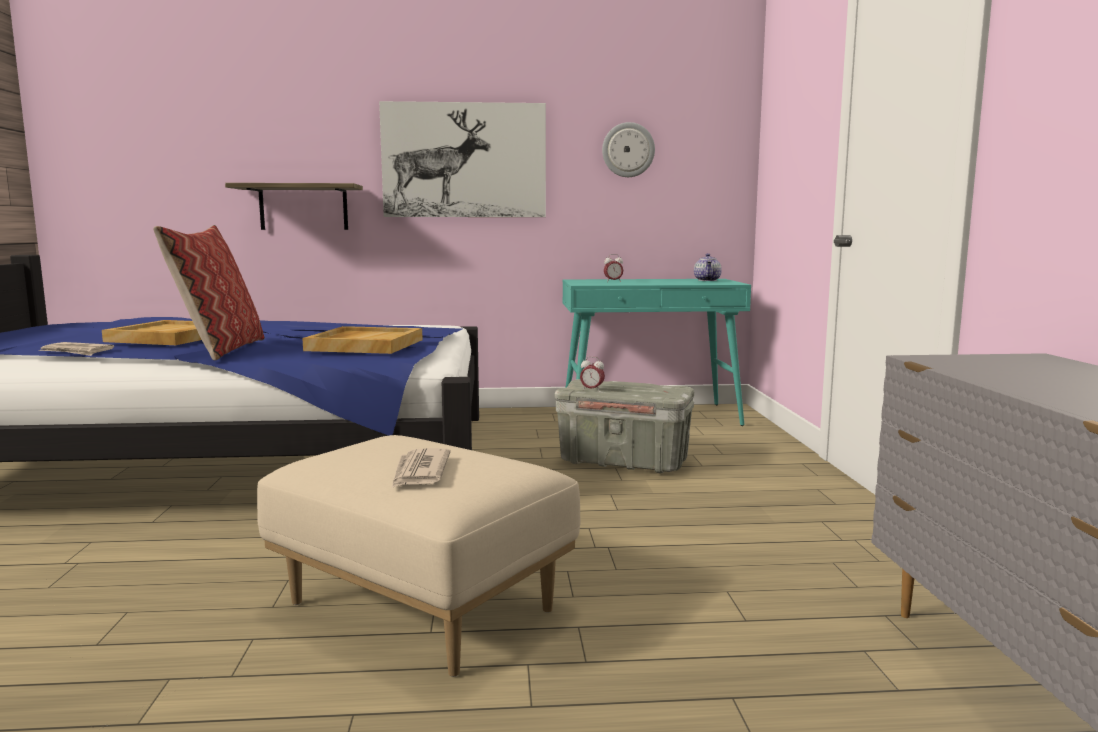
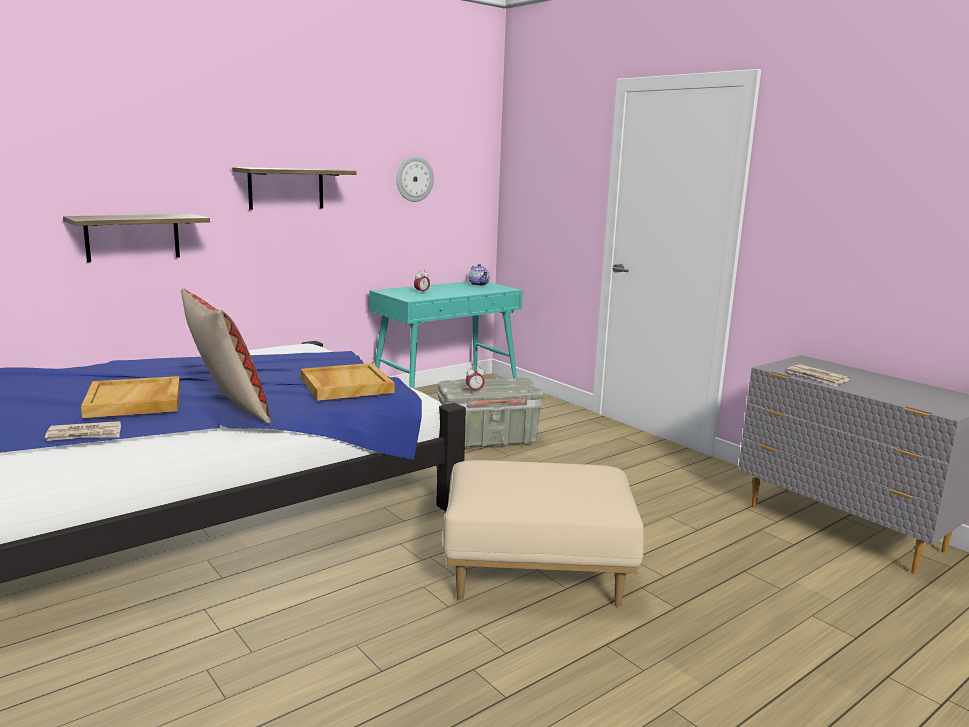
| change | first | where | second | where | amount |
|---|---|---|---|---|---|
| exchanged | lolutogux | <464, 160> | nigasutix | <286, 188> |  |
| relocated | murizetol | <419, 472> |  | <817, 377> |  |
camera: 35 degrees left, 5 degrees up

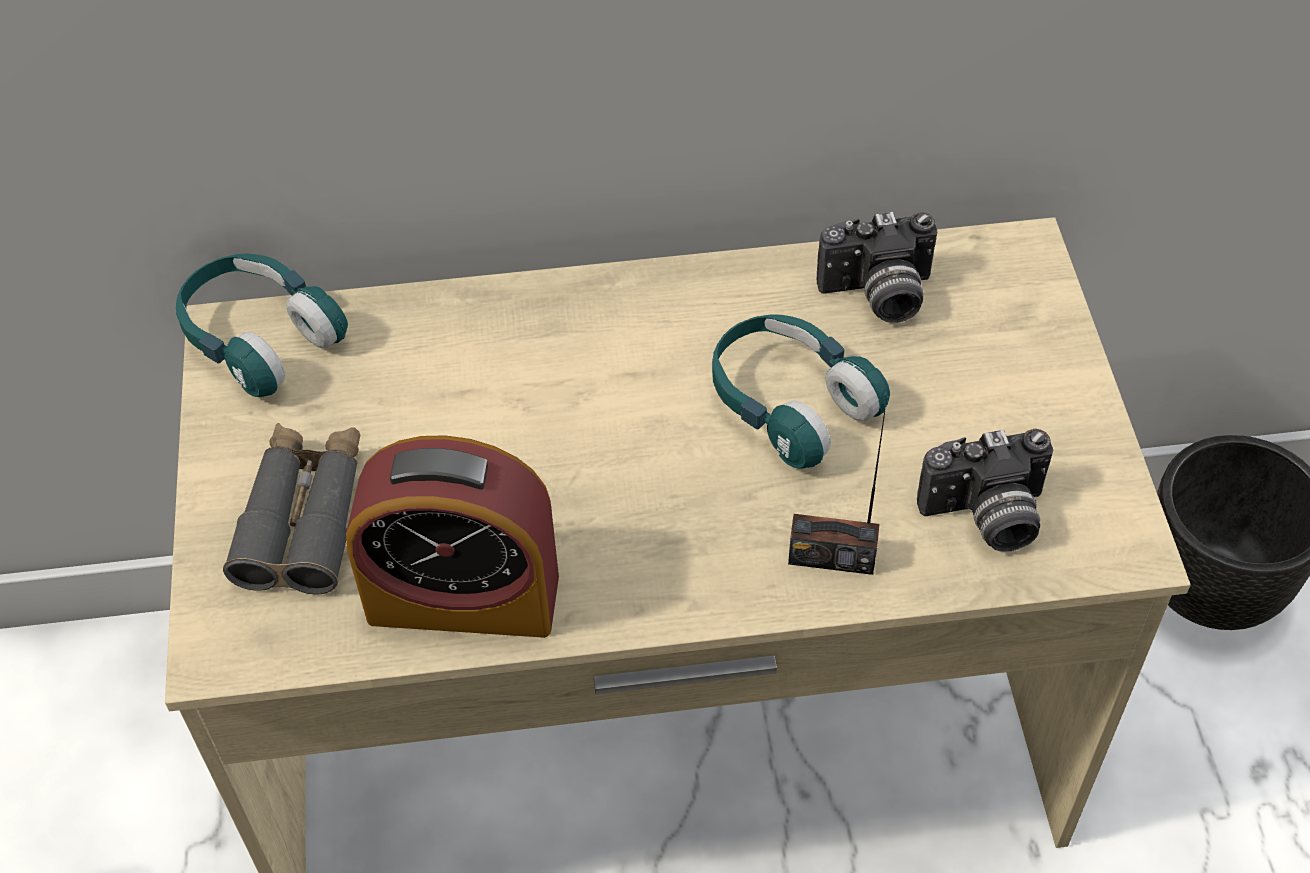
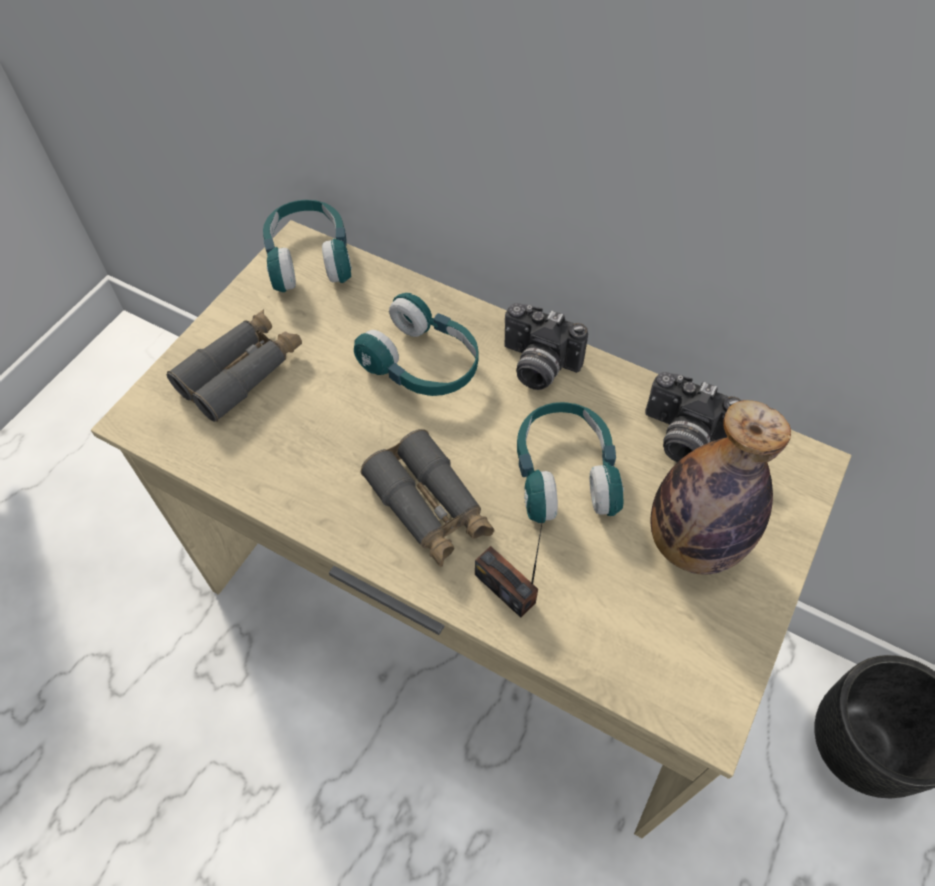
| change | first | where | second | where | amount |
|---|---|---|---|---|---|
| appeared |  |  | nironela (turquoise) | <422, 364> |  |
| appeared |  |  | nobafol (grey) | <430, 507> |  |
| relocated | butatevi | <986, 518> |  | <537, 366> |  |
| appeared |  |  | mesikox | <692, 543> |  |
| missing | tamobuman | <463, 597> |  |  |  |
camera: 35 degrees right, 5 degrees up

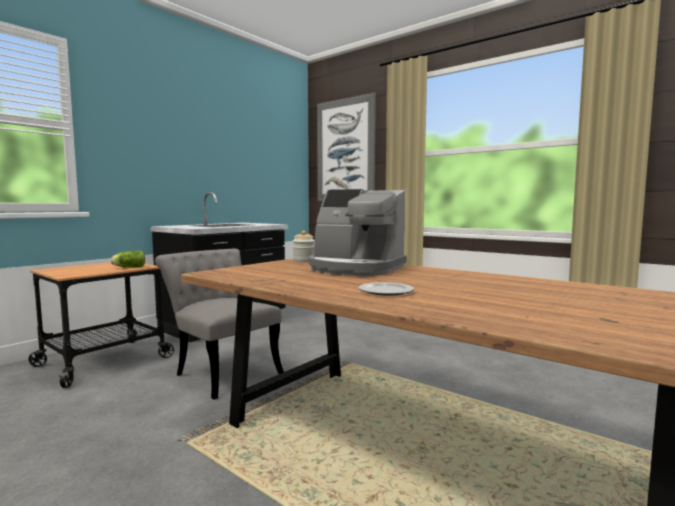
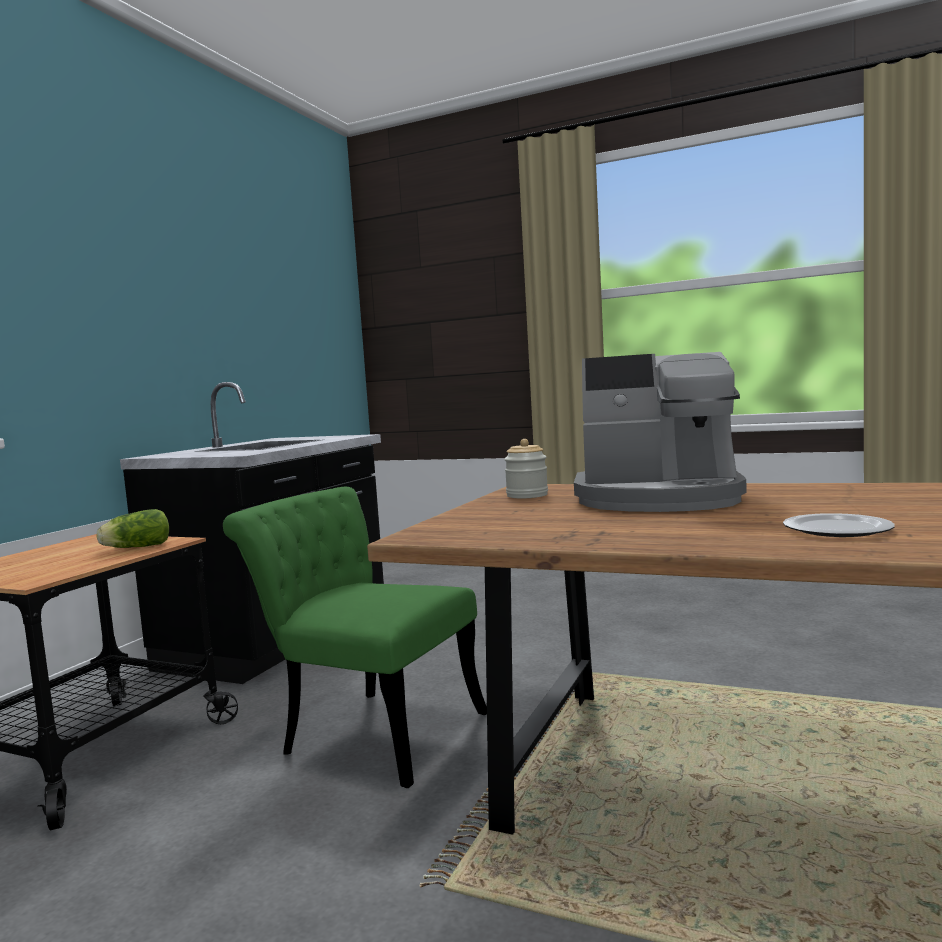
| change | first | where | second | where | amount |
|---|---|---|---|---|---|
| colour | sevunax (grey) | <222, 372> | sevunax (green) | <368, 730> |  |
| missing | lolutogux | <345, 150> |  |  |  |
camera: 15 degrees left, 0 degrees up

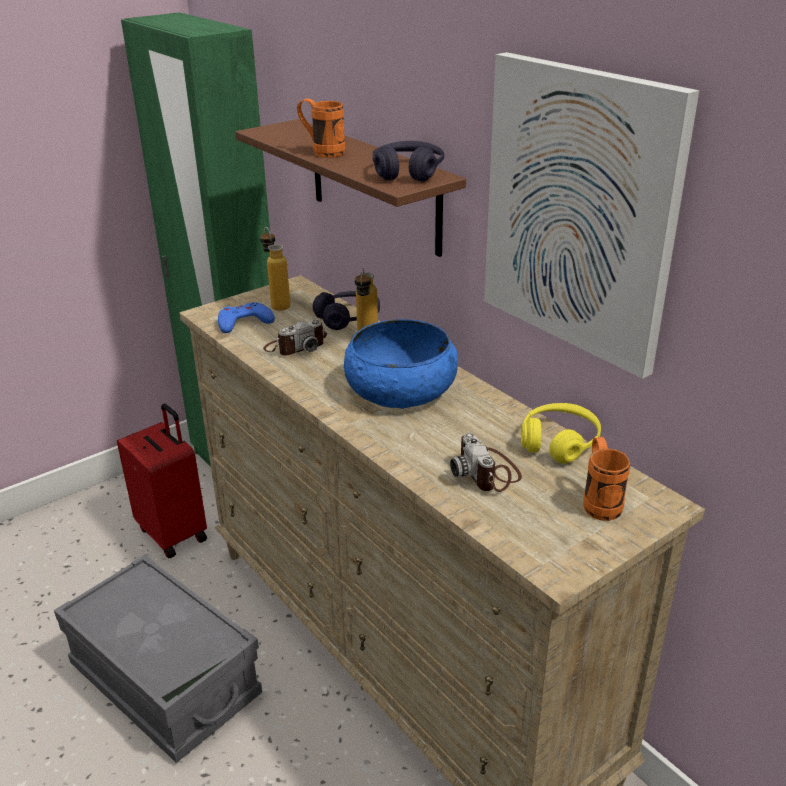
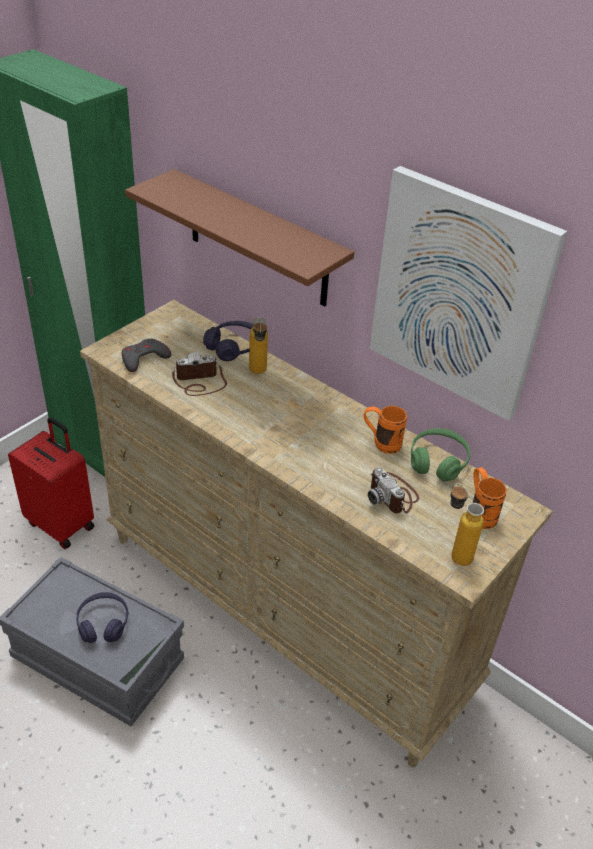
| change | first | where | second | where | amount |
|---|---|---|---|---|---|
| relocated | nironela (purple) | <407, 172> |  | <103, 623> |  |
| colour | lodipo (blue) | <244, 322> | lodipo (grey) | <144, 358> |  |
| spun | butatevi | <295, 346> |  | <199, 382> | 150 degrees counterclockwise |
| relocated | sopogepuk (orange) | <322, 152> |  | <381, 443> |  |
| colour | nironela (yellow) | <559, 442> | nironela (green) | <438, 461> |  |
| relocated | mesikox | <277, 304> |  | <454, 553> |  |
| missing | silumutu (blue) | <401, 389> |  |  |  |
camera: 15 degrees left, 10 degrees up

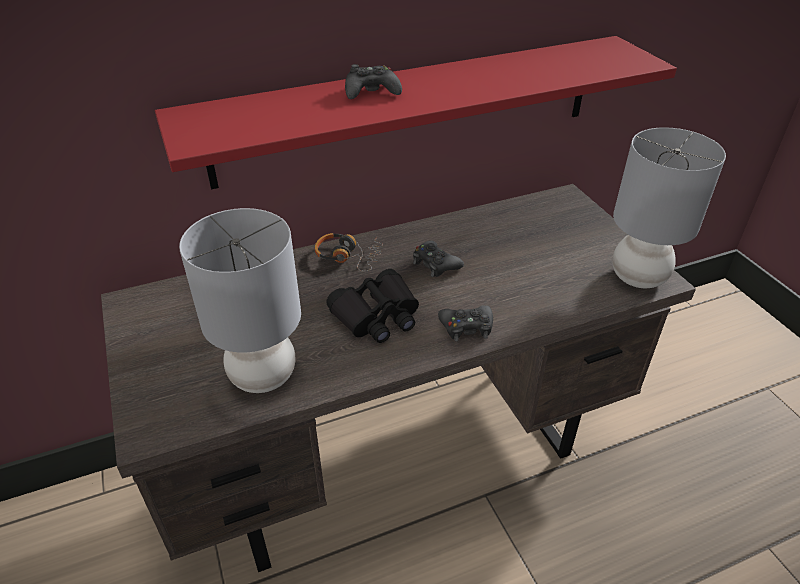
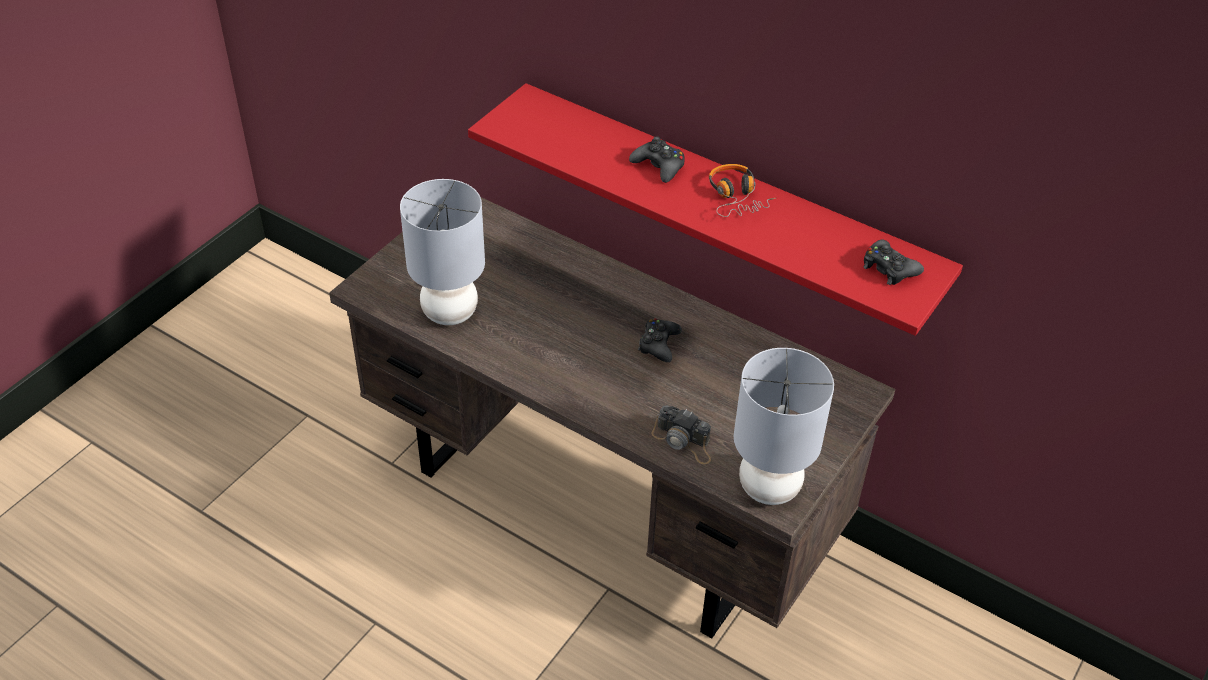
| change | first | where | second | where | amount |
|---|---|---|---|---|---|
| appeared |  |  | butatevi | <683, 442> |  |
| relocated | nironela | <348, 256> |  | <736, 197> |  |
| relocated | lodipo (black) | <466, 327> |  | <889, 268> |  |
| missing | nobafol (black) | <377, 316> |  |  |  |
camera: 55 degrees right, 5 degrees up

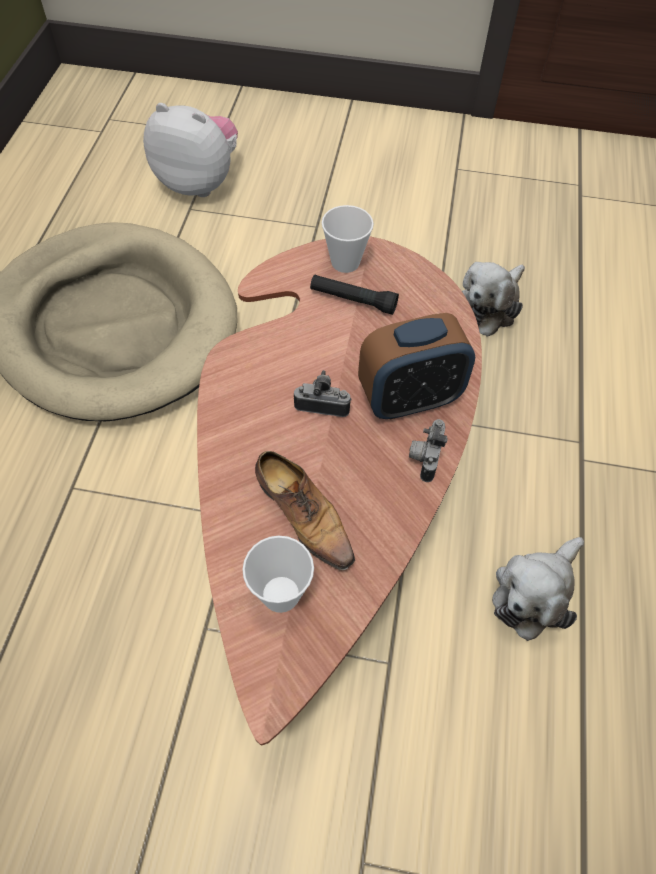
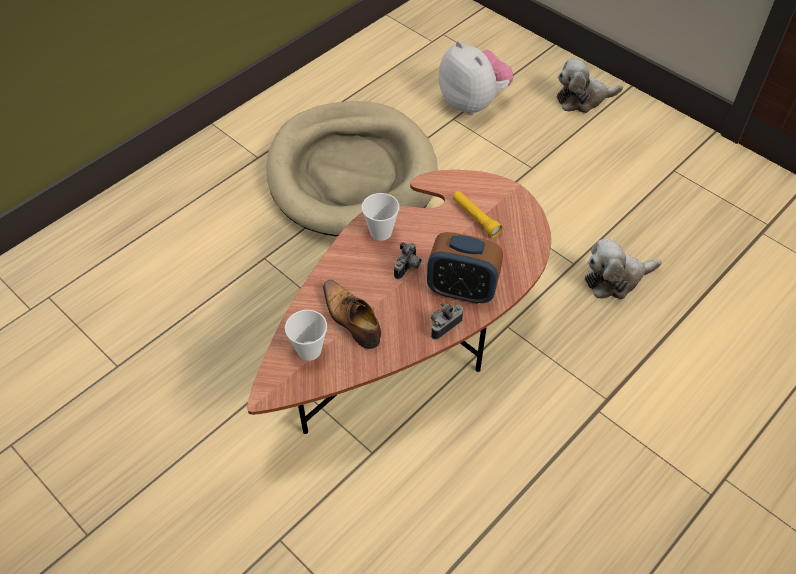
| change | first | where | second | where | amount |
|---|---|---|---|---|---|
| spun | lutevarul | <303, 515> |  | <351, 319> | 150 degrees clockwise |
| relocated | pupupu | <345, 262> |  | <381, 232> |  |
| spun | butatevi | <322, 404> |  | <408, 268> | 75 degrees clockwise |
| colour | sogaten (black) | <353, 300> | sogaten (yellow) | <475, 218> |  |
| relocated | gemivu | <534, 592> |  | <583, 99> |  |
camera: 35 degrees right, 5 degrees down

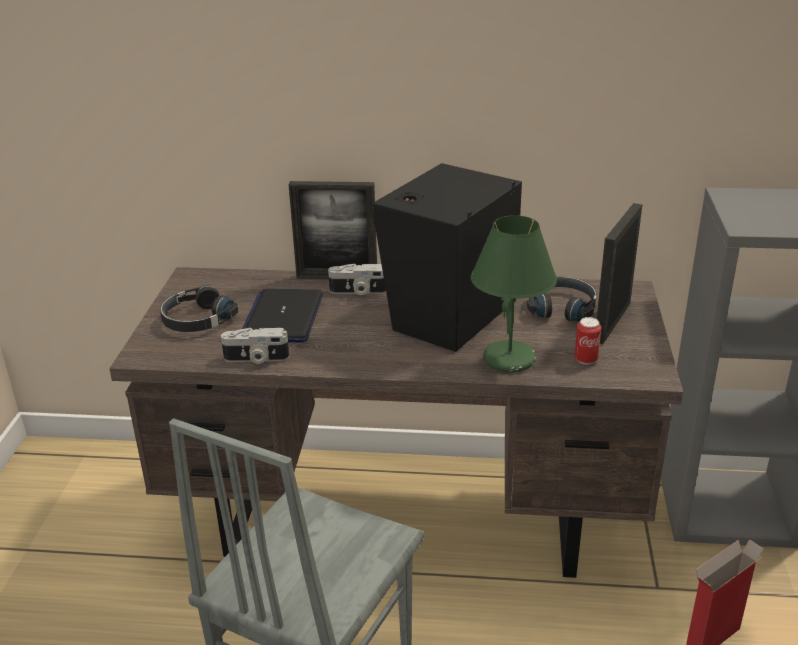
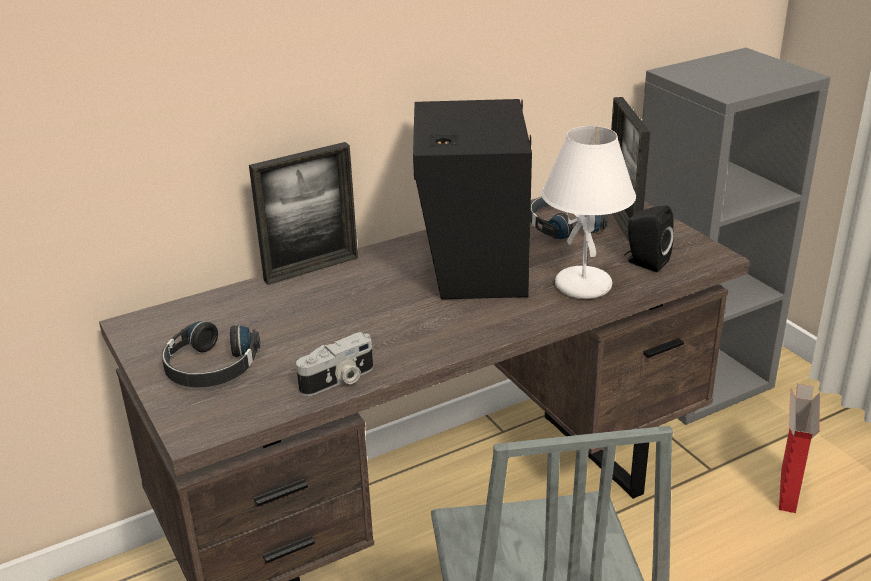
| change | first | where | second | where | amount |
|---|---|---|---|---|---|
| colour | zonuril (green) | <510, 359> | zonuril (white) | <584, 286> |  |
| exchanged | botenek | <585, 360> | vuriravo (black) | <645, 262> |  |
| missing | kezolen | <283, 317> |  |  |  |
| missing | butatevi | <358, 292> |  |  |  |
camera: 35 degrees left, 0 degrees up

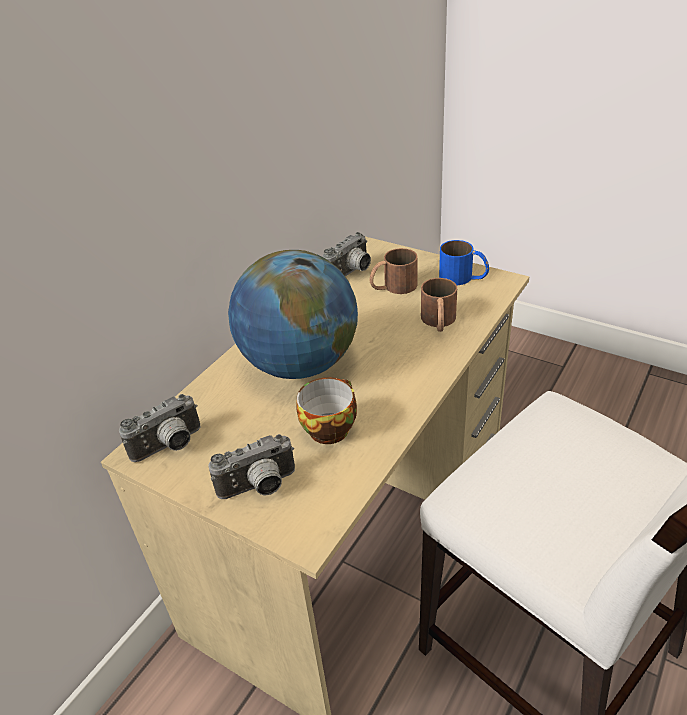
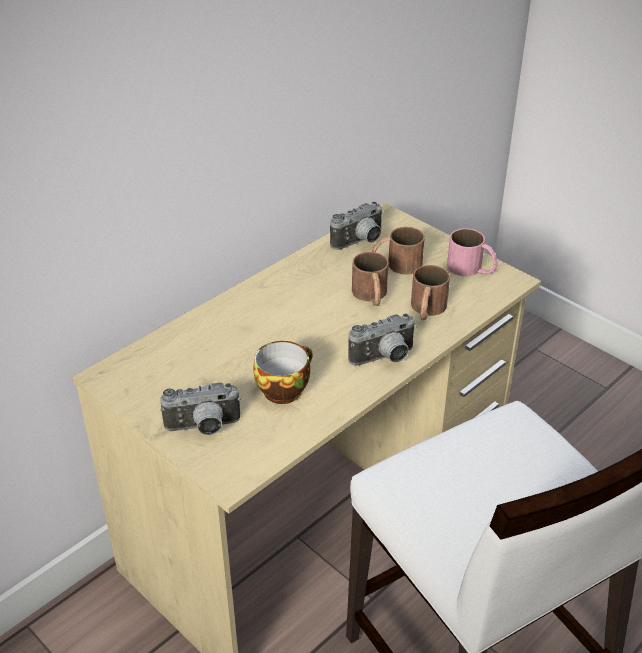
| change | first | where | second | where | amount |
|---|---|---|---|---|---|
| relocated | butatevi | <170, 447> |  | <385, 359> |  |
| appeared |  |  | sopogepuk (brown) | <371, 296> |  |
| colour | sopogepuk (blue) | <463, 278> | sopogepuk (pink) | <472, 269> |  |
| missing | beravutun | <300, 364> |  |  |  |
camera: 10 degrees right, 0 degrees up

